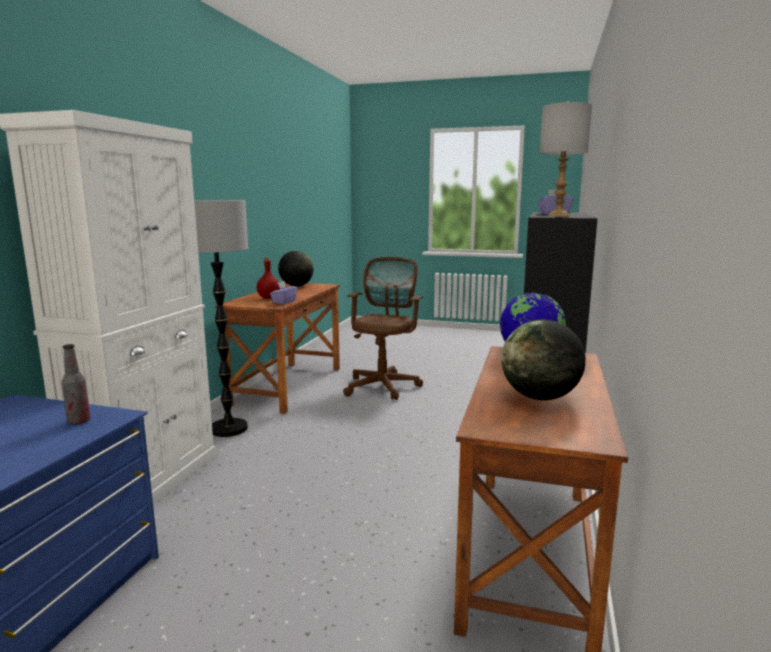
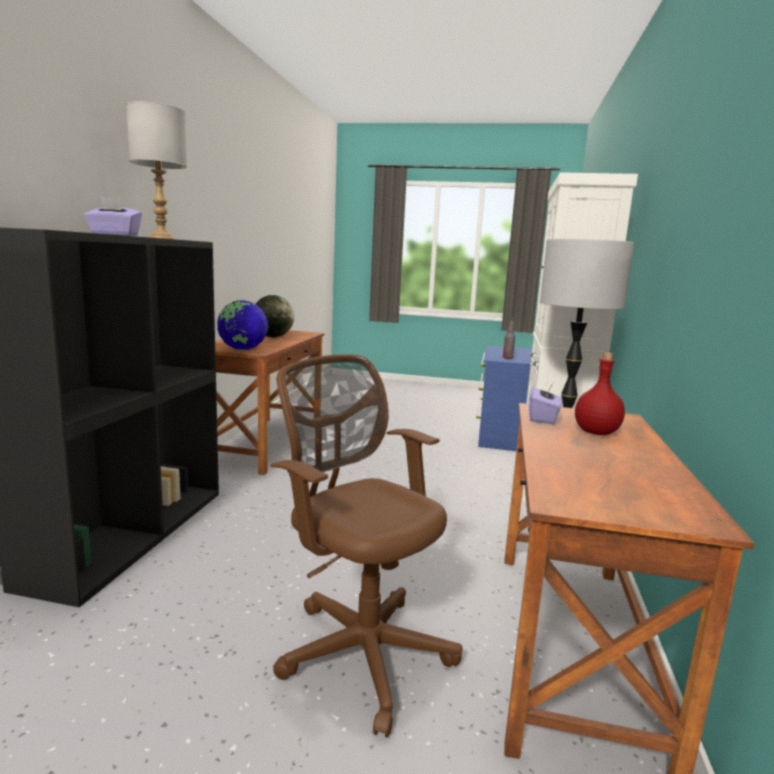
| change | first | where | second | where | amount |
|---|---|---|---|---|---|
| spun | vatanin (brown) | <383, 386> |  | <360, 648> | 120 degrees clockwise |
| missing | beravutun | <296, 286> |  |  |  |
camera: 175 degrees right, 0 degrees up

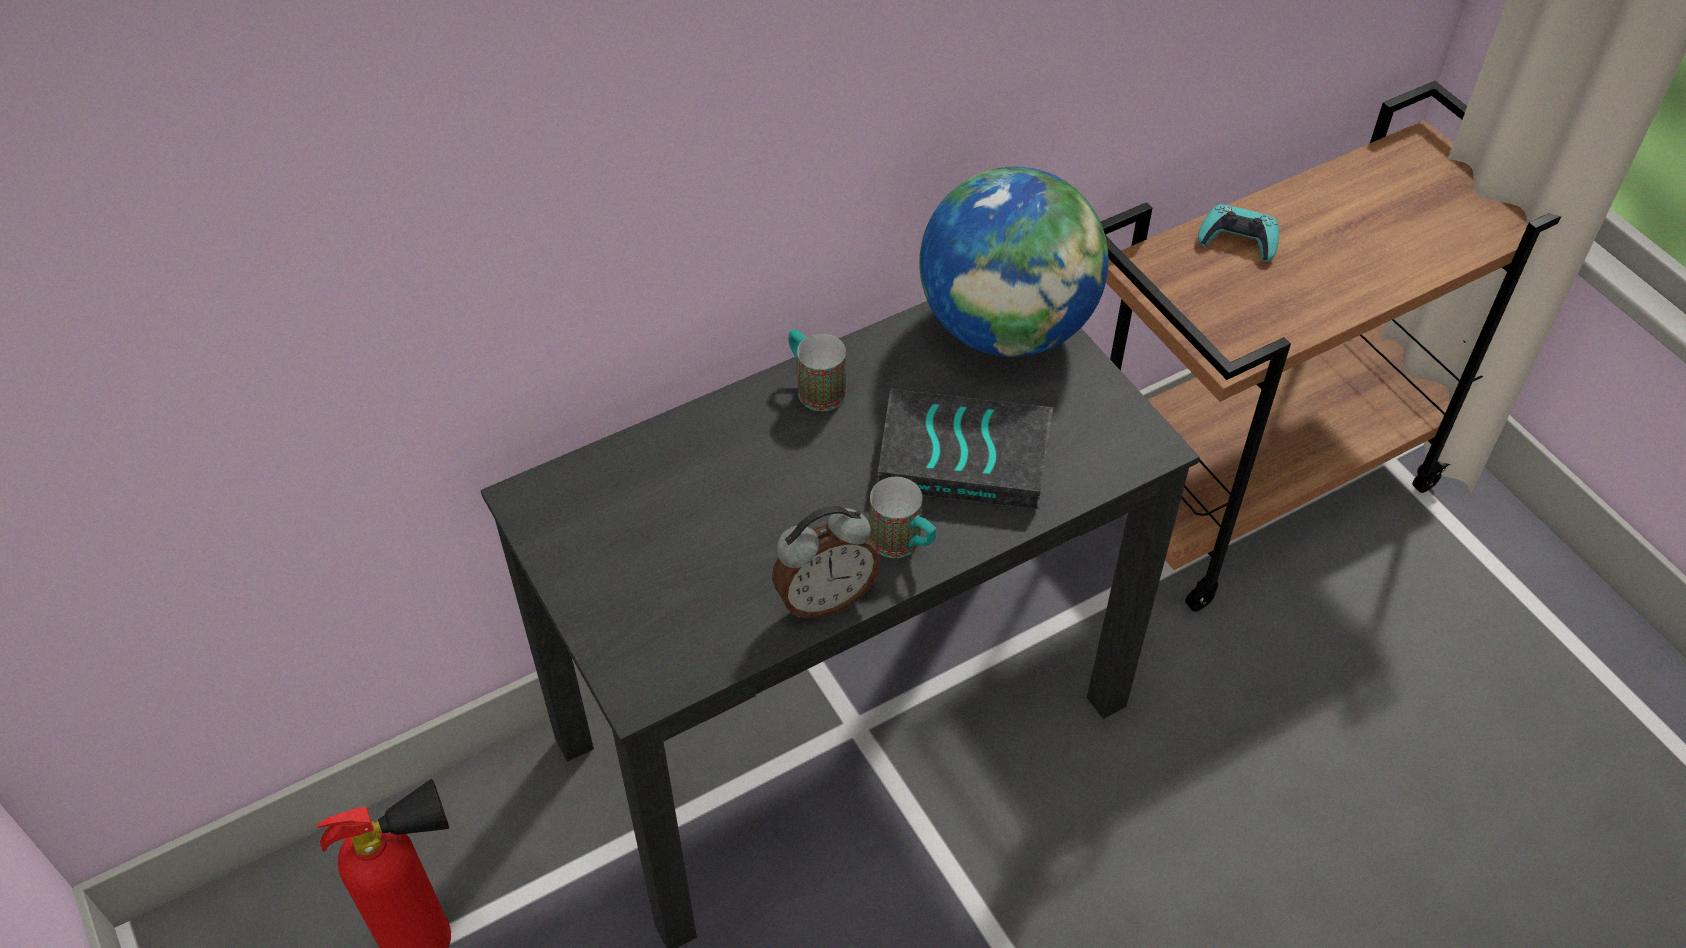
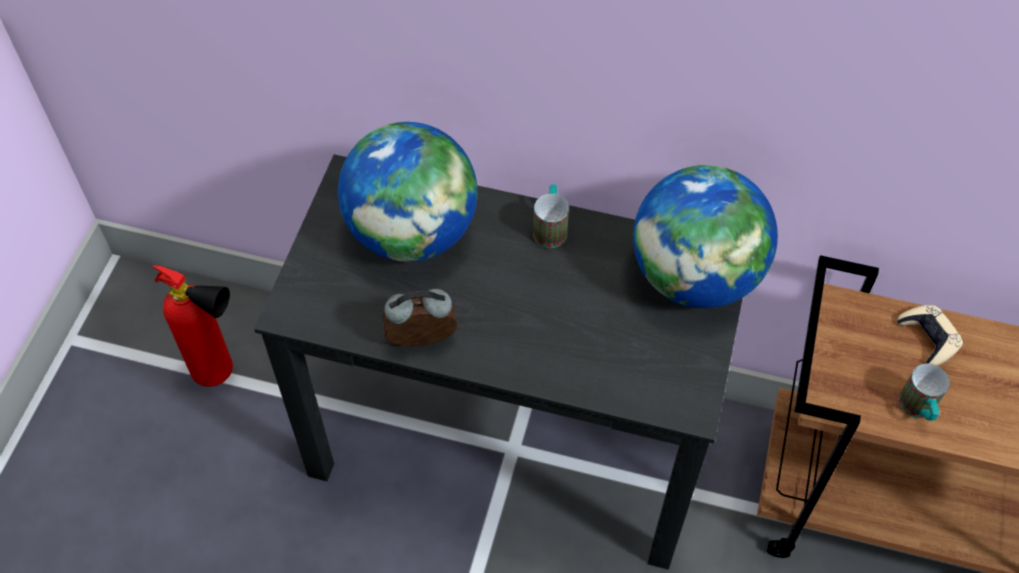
| change | first | where | second | where | amount |
|---|---|---|---|---|---|
| appeared |  |  | beravutun | <412, 233> |  |
| spun | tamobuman | <825, 598> |  | <422, 342> | 150 degrees clockwise |
| colour | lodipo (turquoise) | <1238, 239> | lodipo (beige) | <928, 338> |  |
| relocated | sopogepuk | <903, 545> |  | <918, 410> |  |
| missing | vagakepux | <965, 456> |  |  |  |
camera: 45 degrees right, 5 degrees up

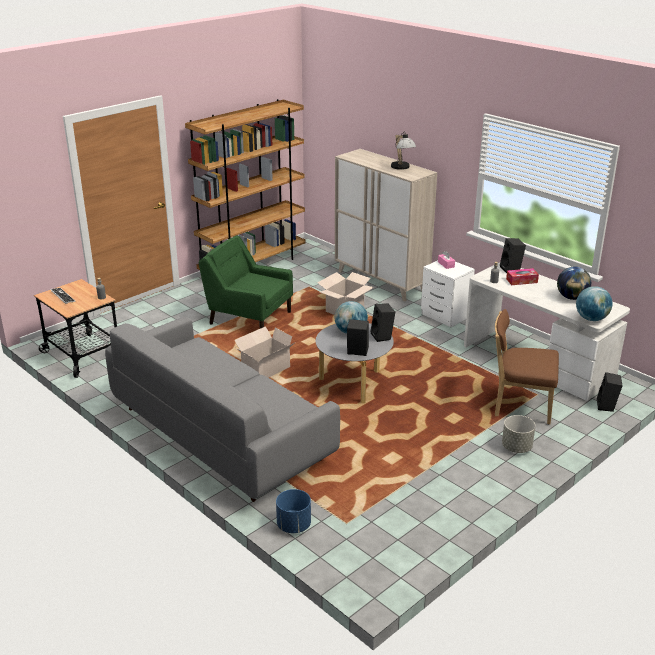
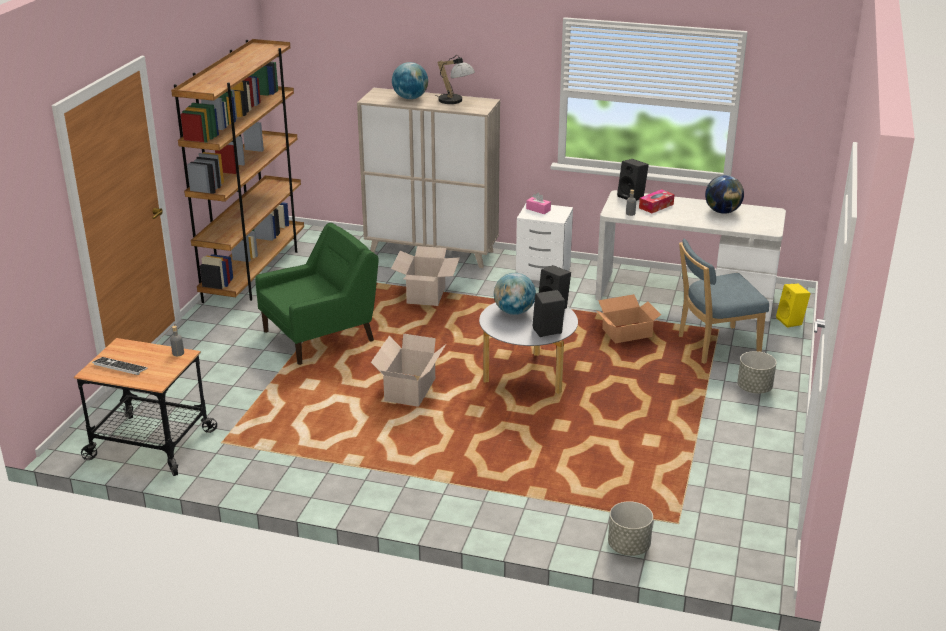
| change | first | where | second | where | amount |
|---|---|---|---|---|---|
| spun | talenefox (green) | <249, 317> |  | <320, 336> | 150 degrees clockwise |
| relocated | beravutun | <591, 319> |  | <410, 98> |  |
| appeared |  |  | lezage | <627, 333> |  |
| colour | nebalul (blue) | <293, 525> | nebalul (grey) | <628, 546> |  |
| colour | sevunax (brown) | <519, 406> | sevunax (blue) | <714, 346> |  |
| colour | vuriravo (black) | <607, 406> | vuriravo (yellow) | <791, 321> |  |
| missing | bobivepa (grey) | <221, 433> |  |  |  |
camera: 30 degrees left, 0 degrees up

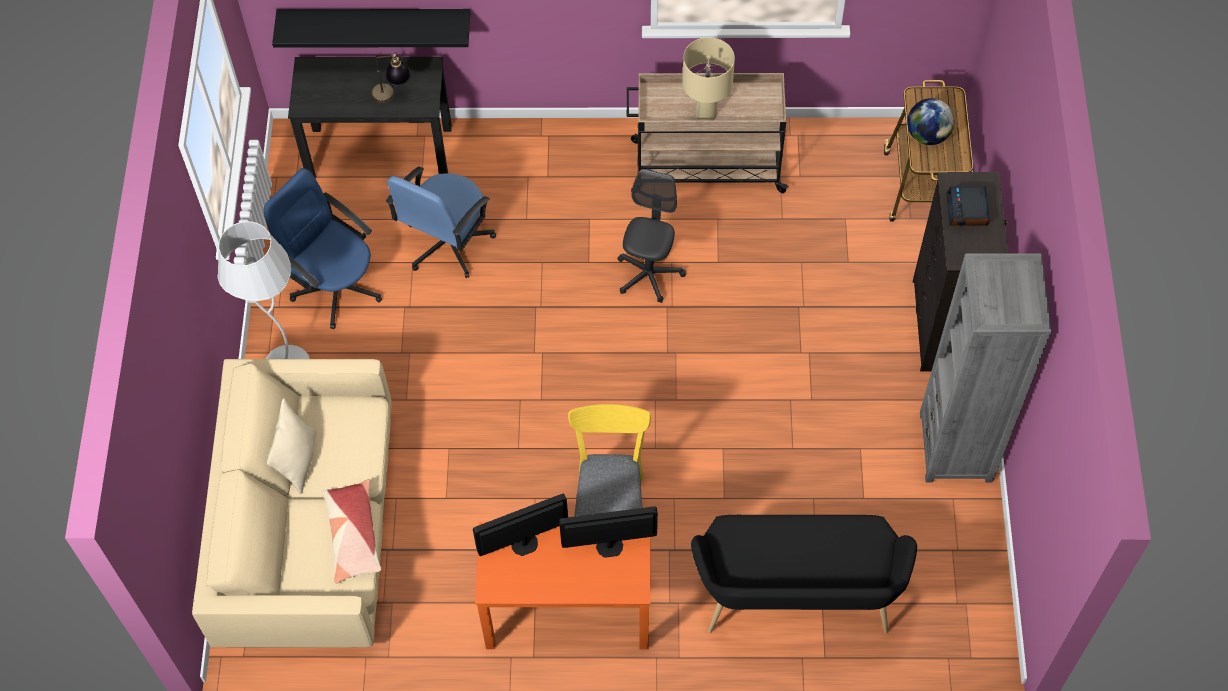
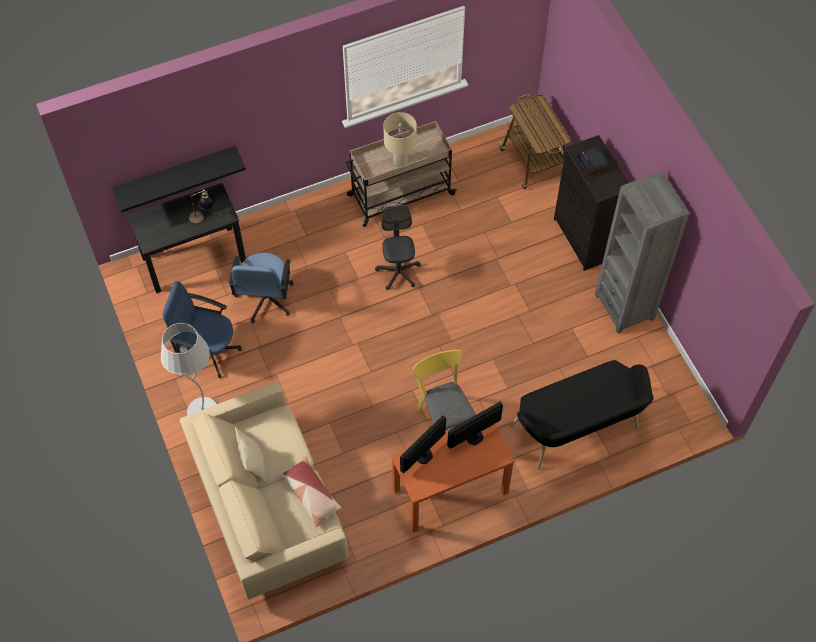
| change | first | where | second | where | amount |
|---|---|---|---|---|---|
| missing | beravutun | <927, 135> |  |  |  |
camera: 25 degrees left, 0 degrees up

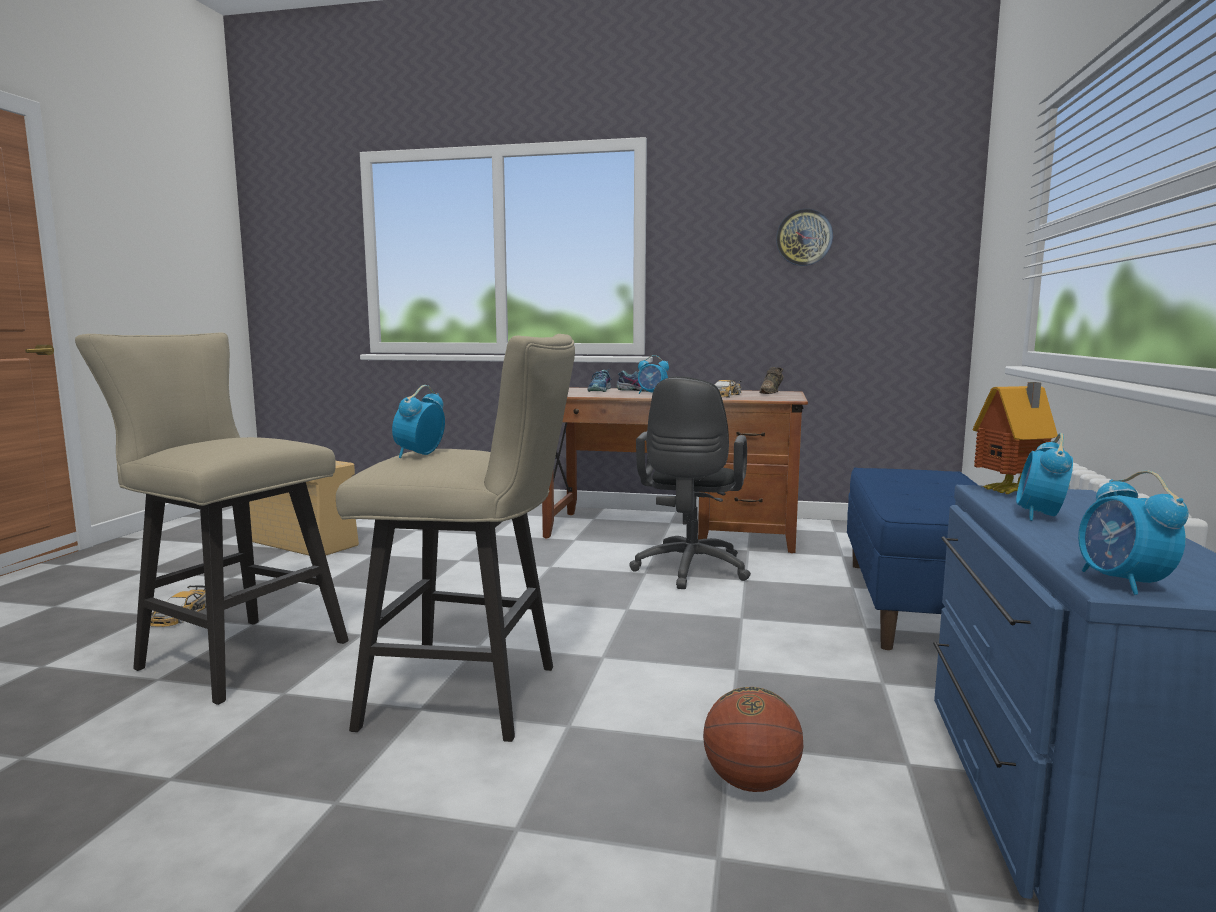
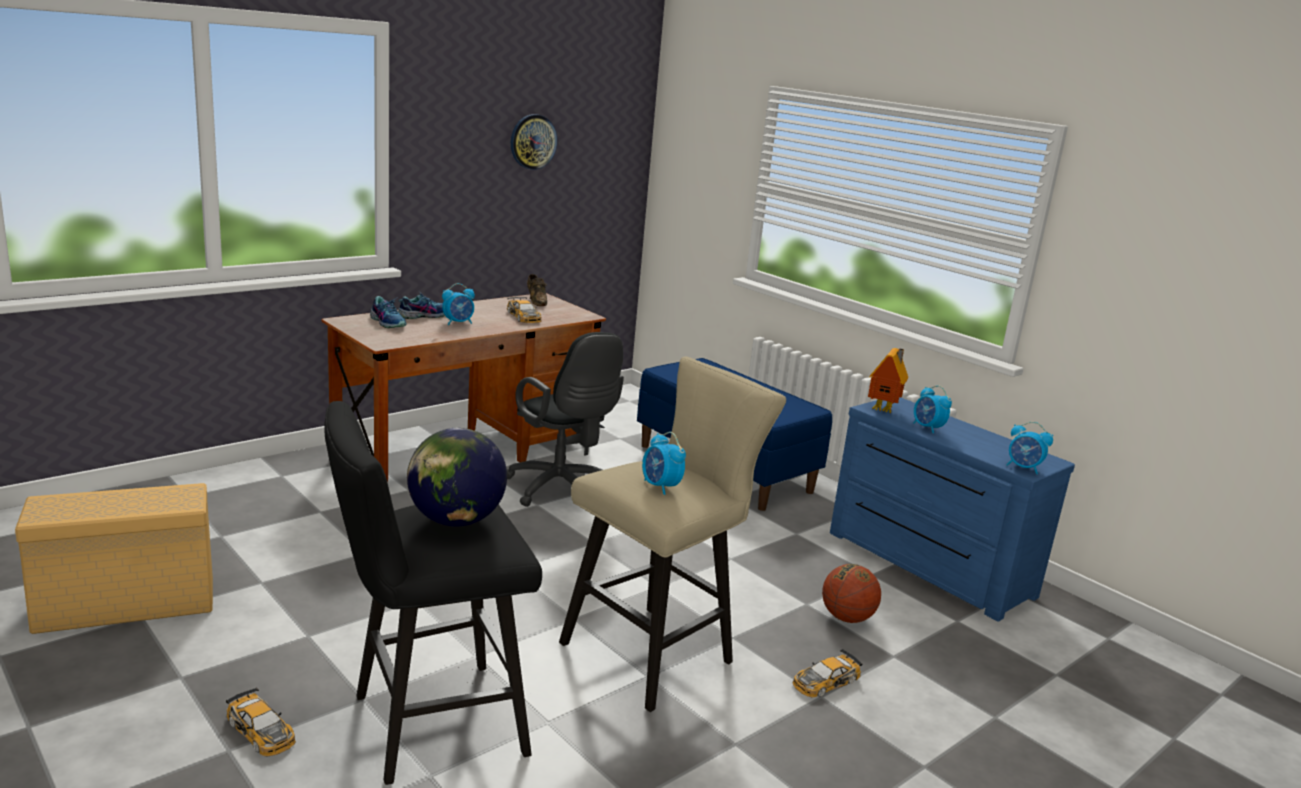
| change | first | where | second | where | amount |
|---|---|---|---|---|---|
| colour | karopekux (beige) | <233, 654> | karopekux (black) | <426, 726> |  |
| appeared |  |  | beravutun | <456, 521> |  |
| appeared |  |  | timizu | <825, 681> |  |
camera: 55 degrees left, 10 degrees up

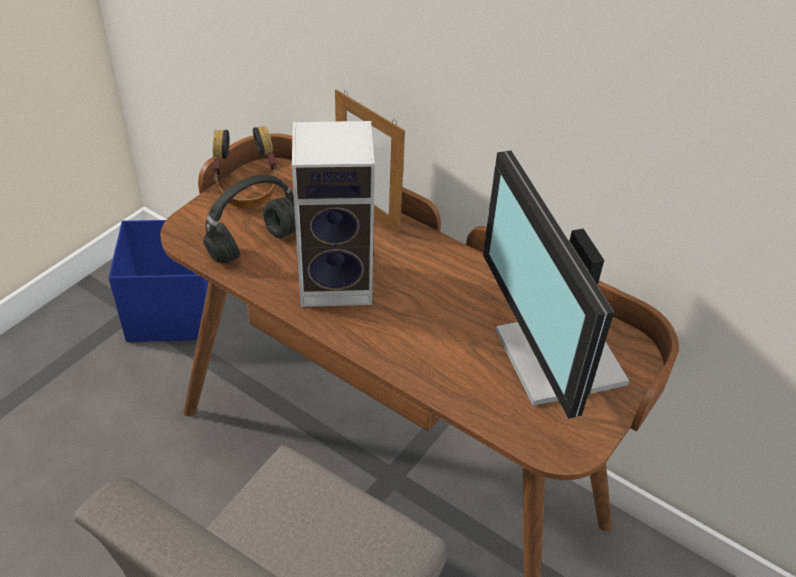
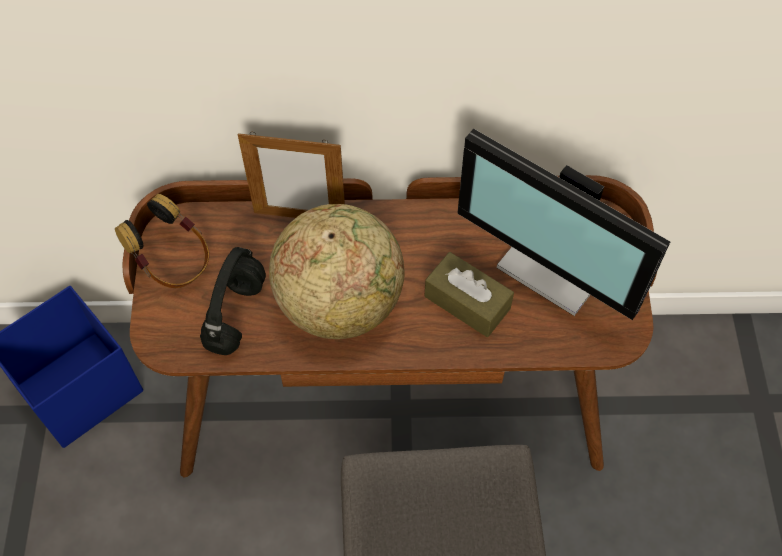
| change | first | where | second | where | amount |
|---|---|---|---|---|---|
| exchanged | vuriravo | <339, 281> | beravutun | <340, 303> |  |
| appeared |  |  | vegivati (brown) | <467, 302> |  |
camera: 35 degrees left, 15 degrees up

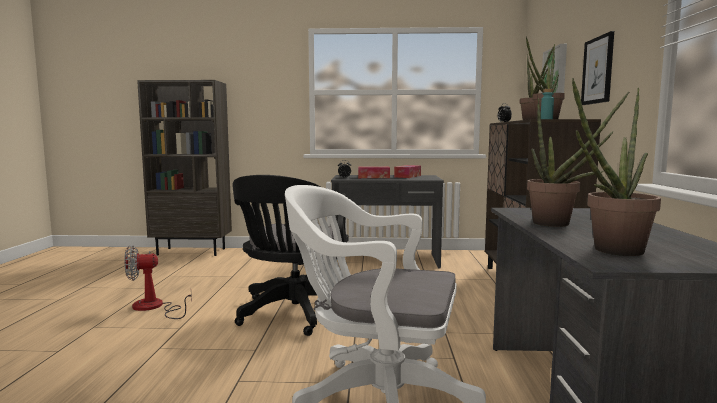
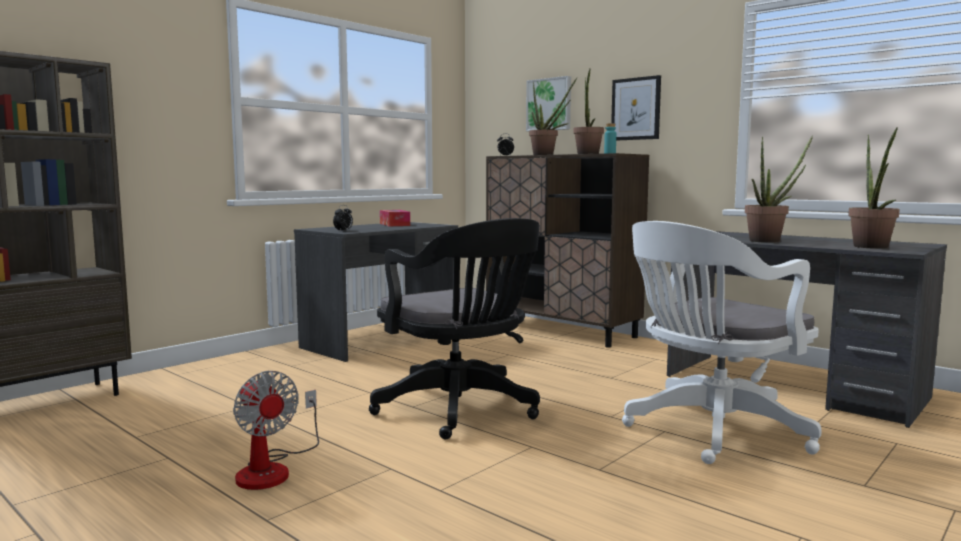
| change | first | where | second | where | amount |
|---|---|---|---|---|---|
| spun | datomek | <154, 307> |  | <272, 469> | 60 degrees counterclockwise |
| missing | vegivati | <373, 177> |  |  |  |
camera: 50 degrees left, 0 degrees up

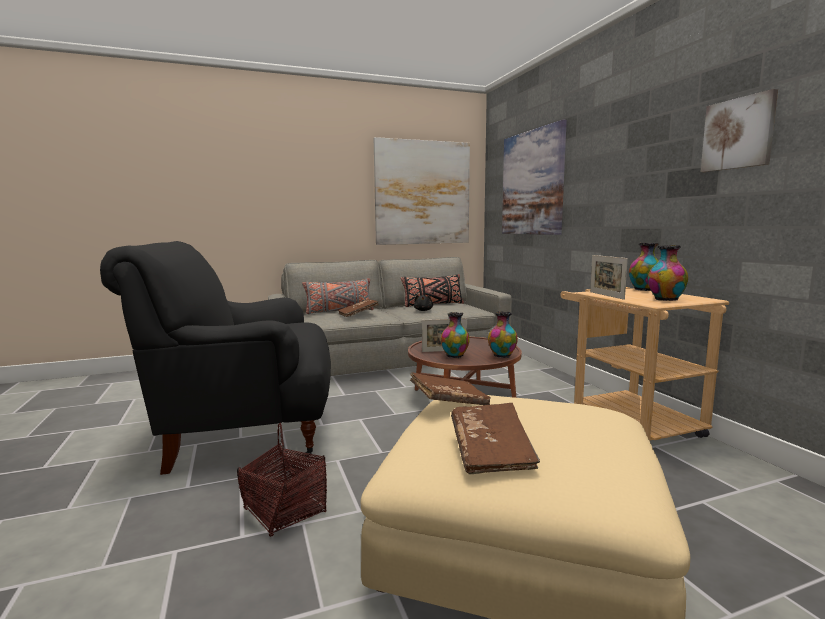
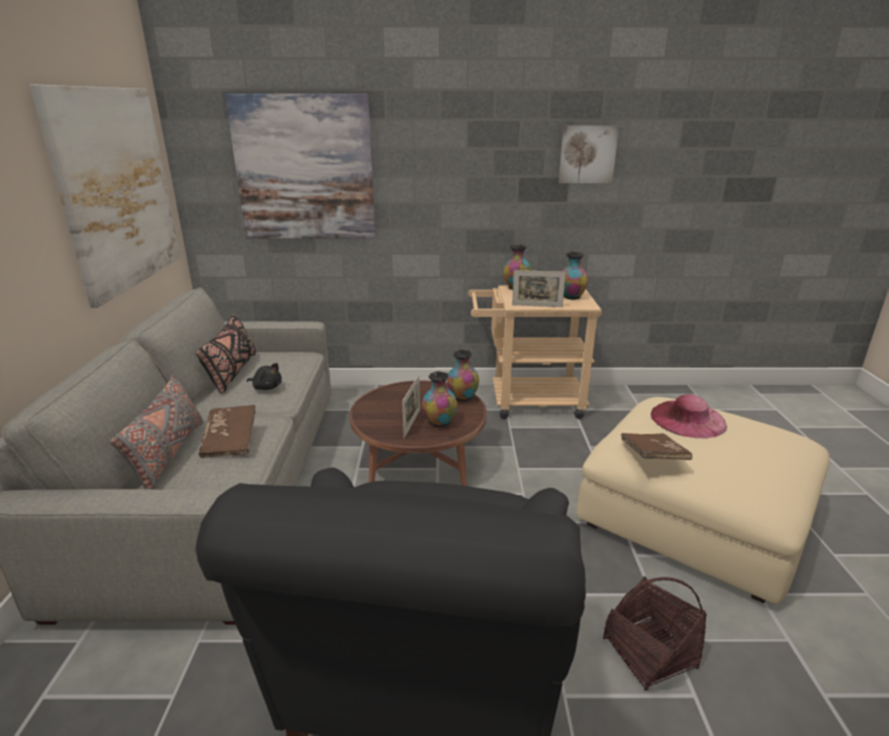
| change | first | where | second | where | amount |
|---|---|---|---|---|---|
| appeared |  |  | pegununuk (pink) | <688, 419> |  |
| missing | vagakepux (brown) | <491, 452> |  |  |  |
camera: 70 degrees left, 15 degrees up

